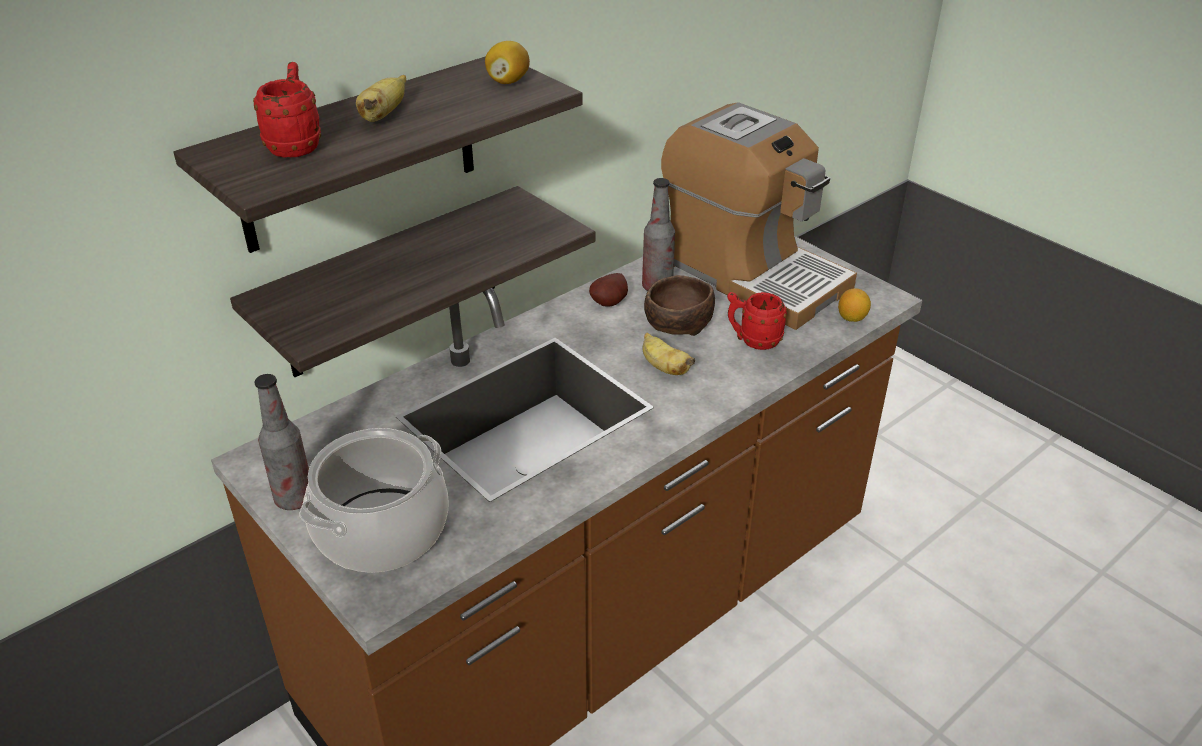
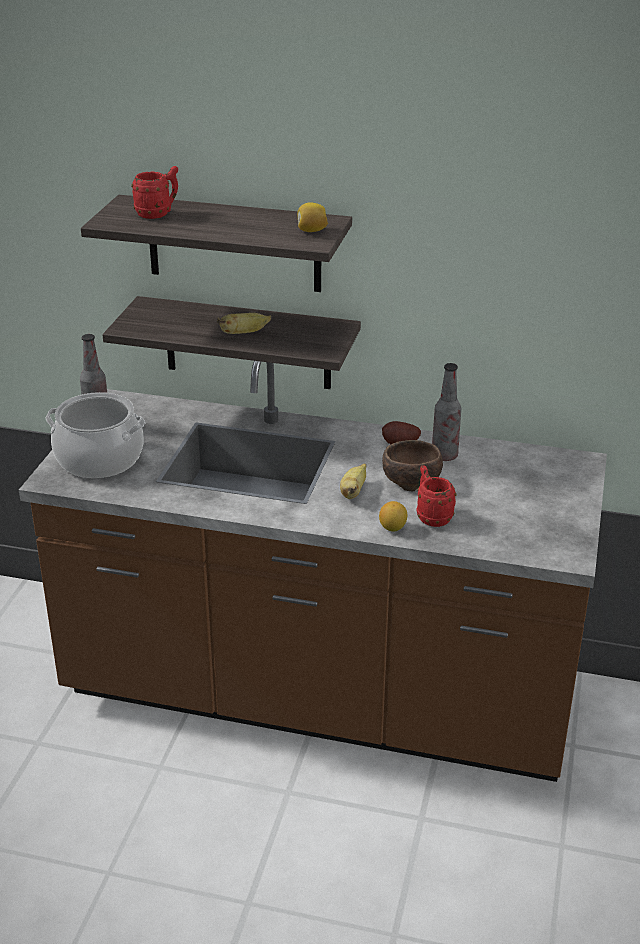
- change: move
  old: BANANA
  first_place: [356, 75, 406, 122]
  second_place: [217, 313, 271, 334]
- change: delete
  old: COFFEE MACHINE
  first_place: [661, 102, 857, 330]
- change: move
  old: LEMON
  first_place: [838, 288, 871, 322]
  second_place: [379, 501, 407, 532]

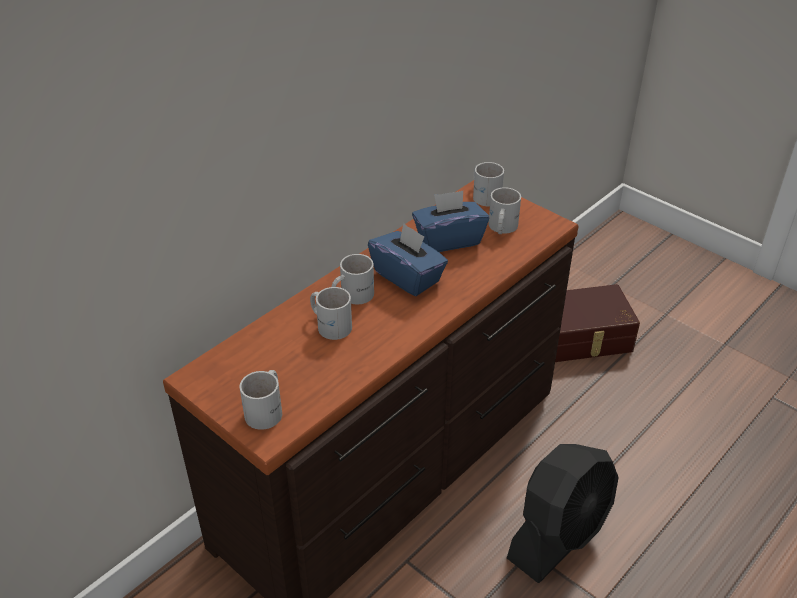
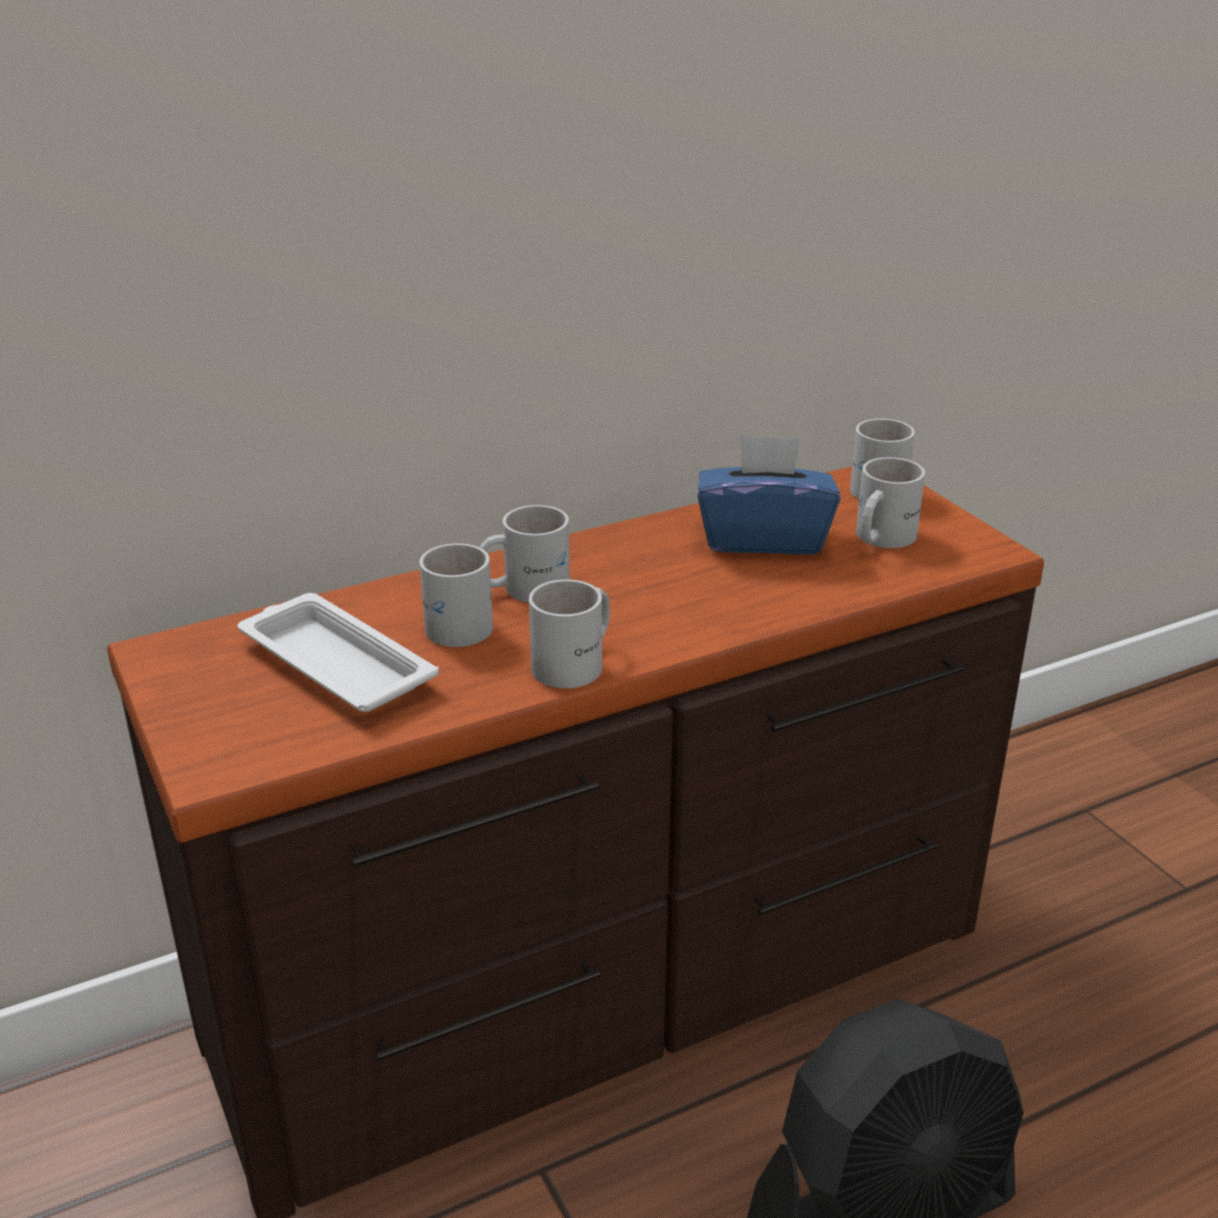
- change: delete
  old: BLUE TISSUE BOX
  first_place: [368, 223, 448, 296]
- change: delete
  old: BROWN STORAGE BOX
  first_place: [555, 284, 640, 362]
- change: move
  old: WHITE MUG
  first_place: [240, 370, 282, 430]
  second_place: [529, 579, 610, 688]
- change: insert
  new: WHITE TRAY
  second_place: [238, 593, 439, 712]

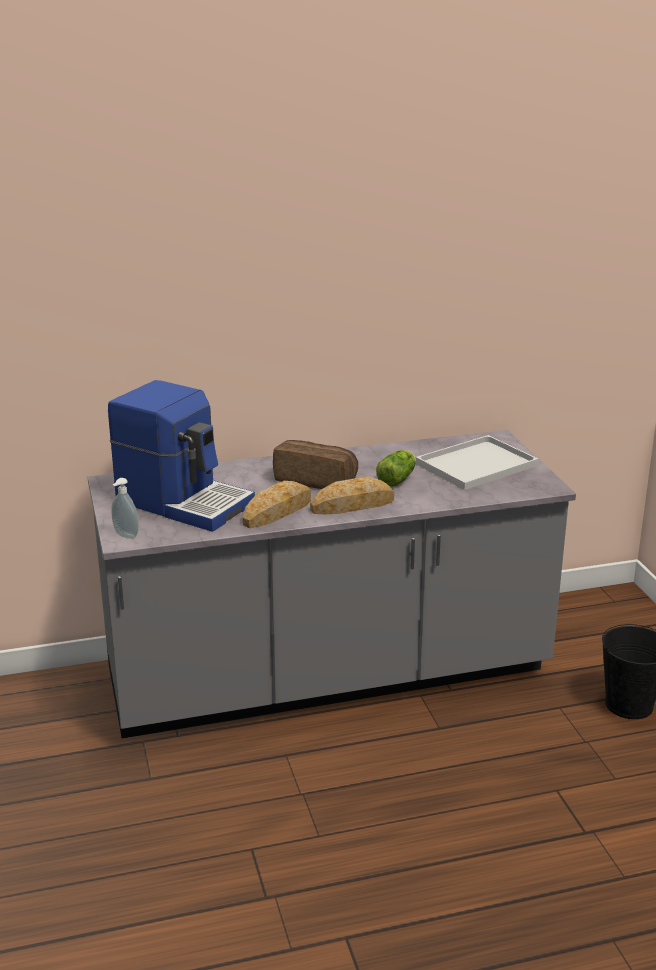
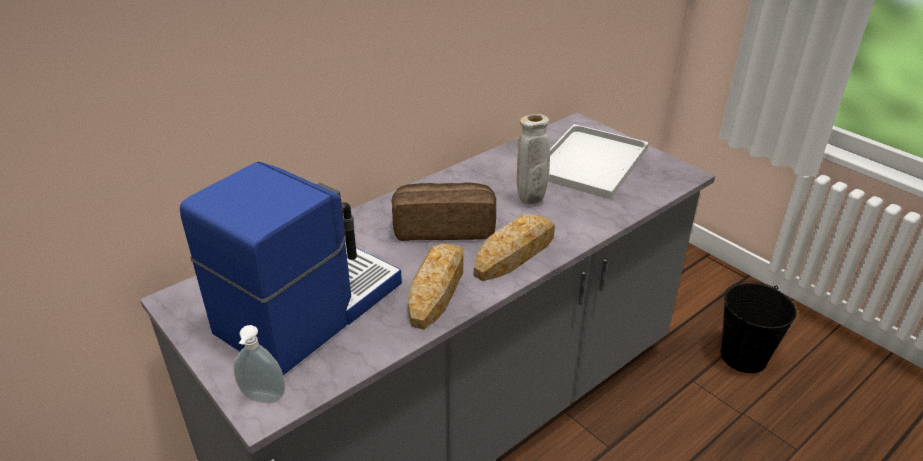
- change: rotate
  old: COFFEE MACHINE
  first_place: [108, 380, 255, 532]
  second_place: [180, 162, 402, 375]
  degrees: -60
- change: replace
  old: LETTUCE
  new: BEIGE VASE
  first_place: [376, 450, 416, 487]
  second_place: [517, 114, 550, 204]

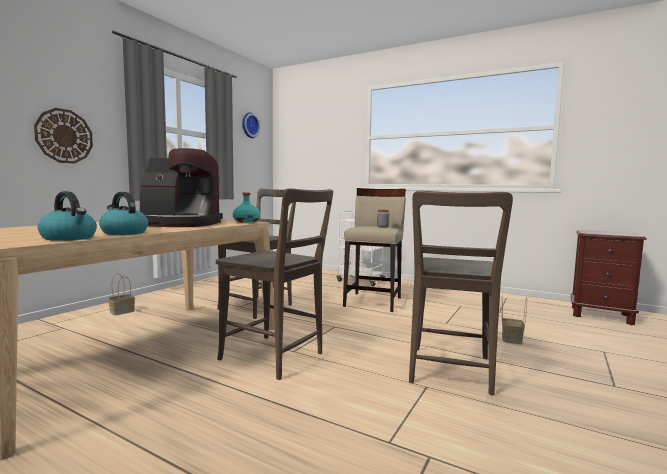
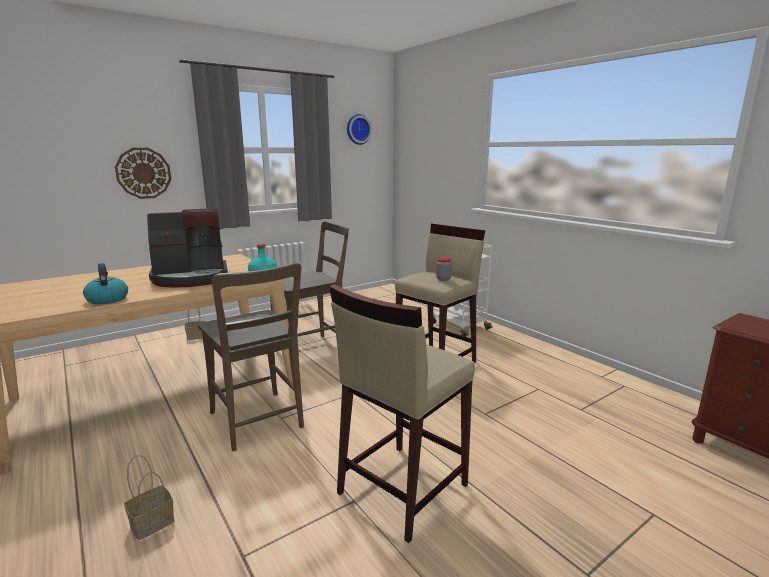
- change: rotate
  old: COFFEE MACHINE
  first_place: [140, 148, 223, 227]
  second_place: [147, 208, 228, 288]
  degrees: -45
- change: replace
  old: BROWN CHAIR
  new: BEIGE STOOL
  first_place: [409, 190, 513, 395]
  second_place: [329, 284, 475, 543]
- change: delete
  old: KETTLE
  first_place: [38, 191, 97, 241]
- change: move
  old: BASKET
  first_place: [502, 297, 527, 344]
  second_place: [124, 455, 174, 540]

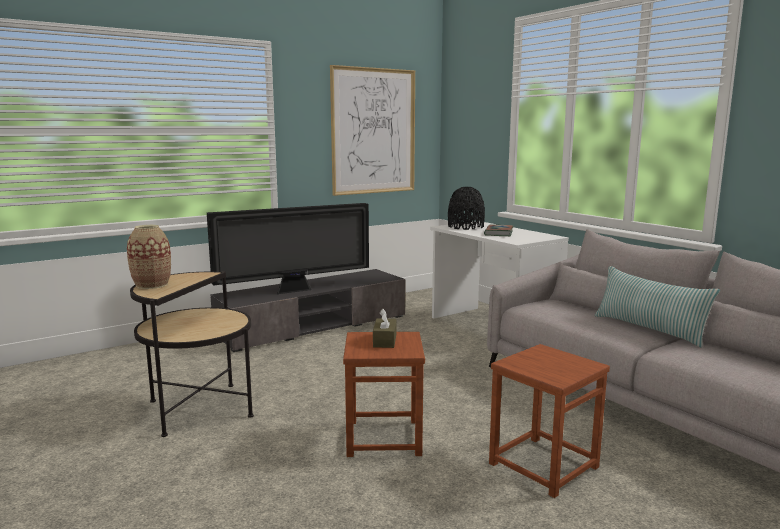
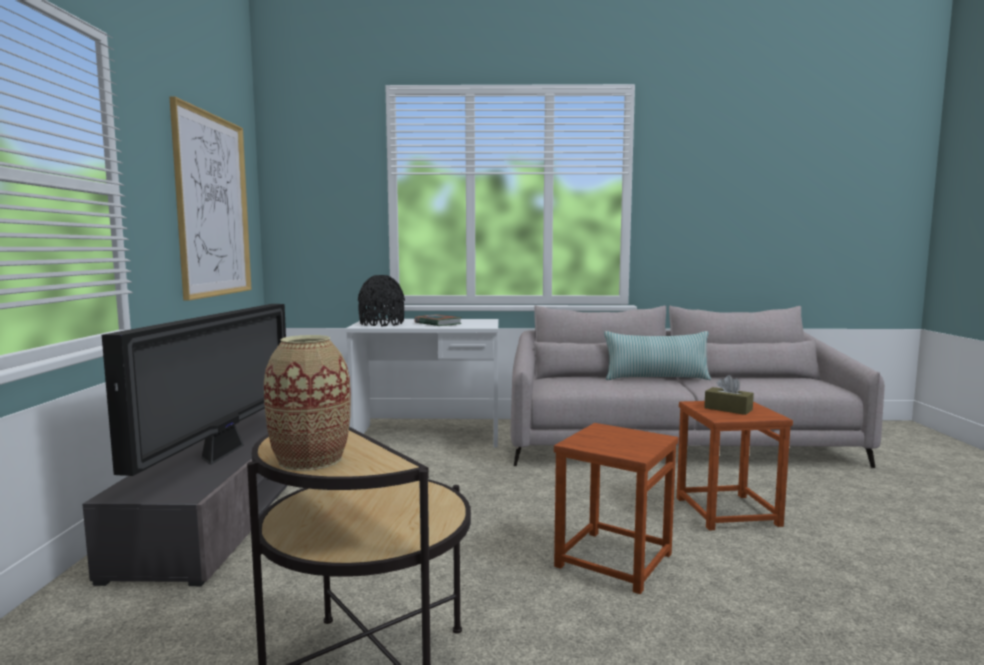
- change: move
  old: BROWN TISSUE BOX
  first_place: [373, 309, 396, 348]
  second_place: [704, 375, 754, 415]

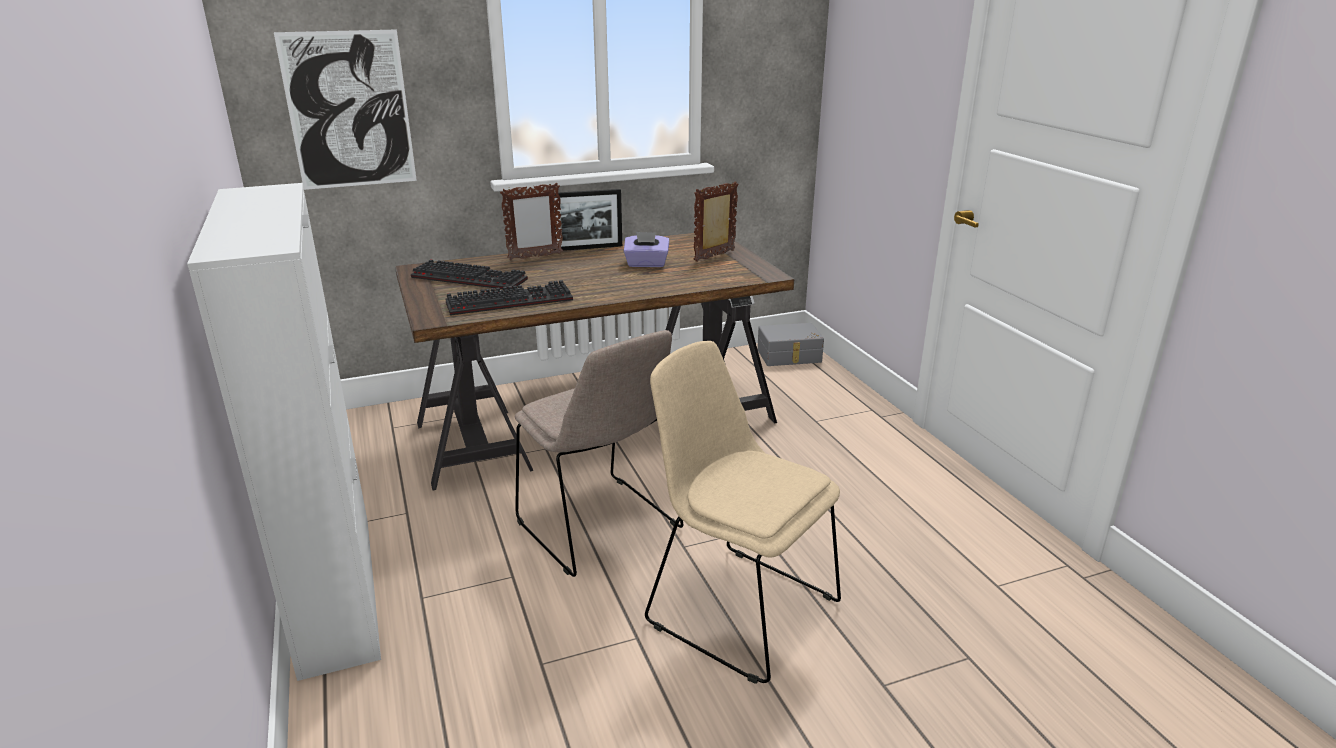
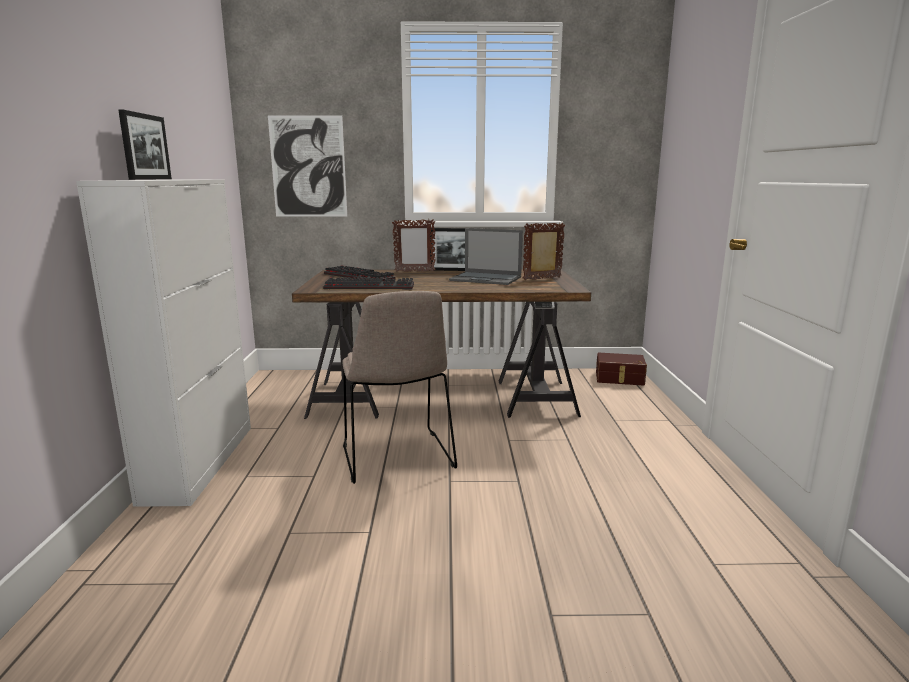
- change: replace
  old: PURPLE TISSUE BOX
  new: LAPTOP
  first_place: [624, 232, 669, 267]
  second_place: [449, 228, 523, 285]
- change: recolor
  old: GREY STORAGE BOX
  new: BROWN STORAGE BOX
  first_place: [757, 323, 824, 366]
  second_place: [596, 352, 647, 386]
- change: delete
  old: BEIGE CHAIR
  first_place: [645, 341, 841, 684]
- change: insert
  new: PICTURE FRAME
  second_place: [118, 110, 172, 180]

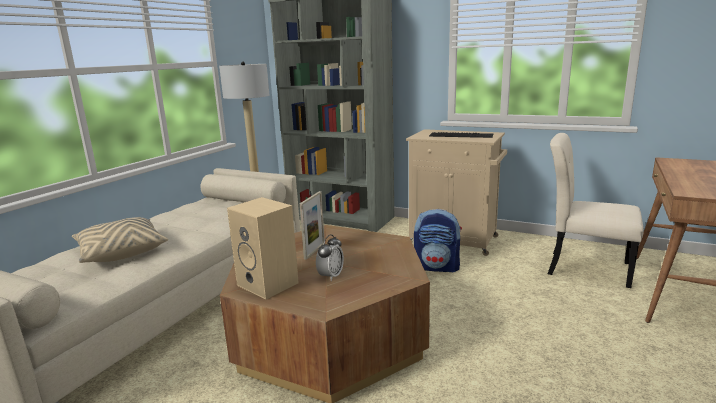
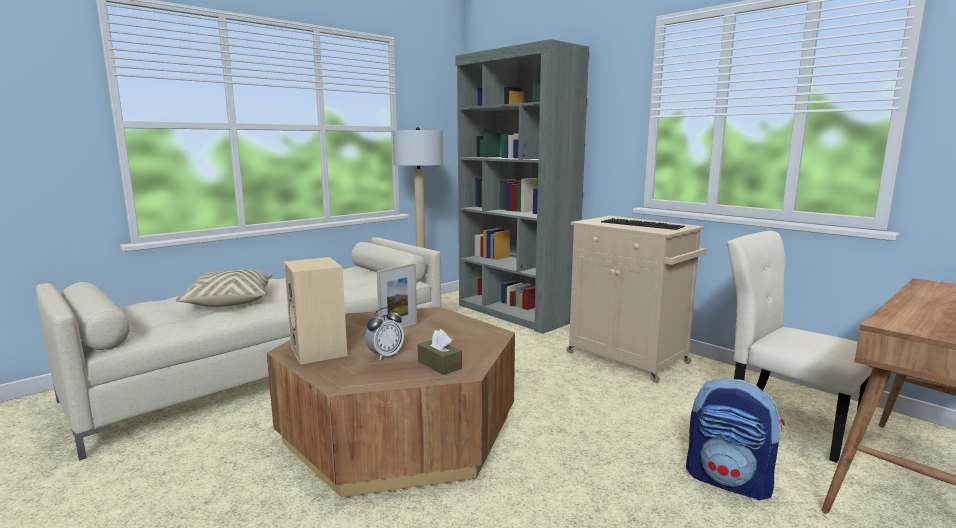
- change: move
  old: BACKPACK
  first_place: [414, 209, 462, 273]
  second_place: [686, 379, 785, 500]
- change: insert
  new: BROWN TISSUE BOX
  second_place: [418, 329, 462, 375]

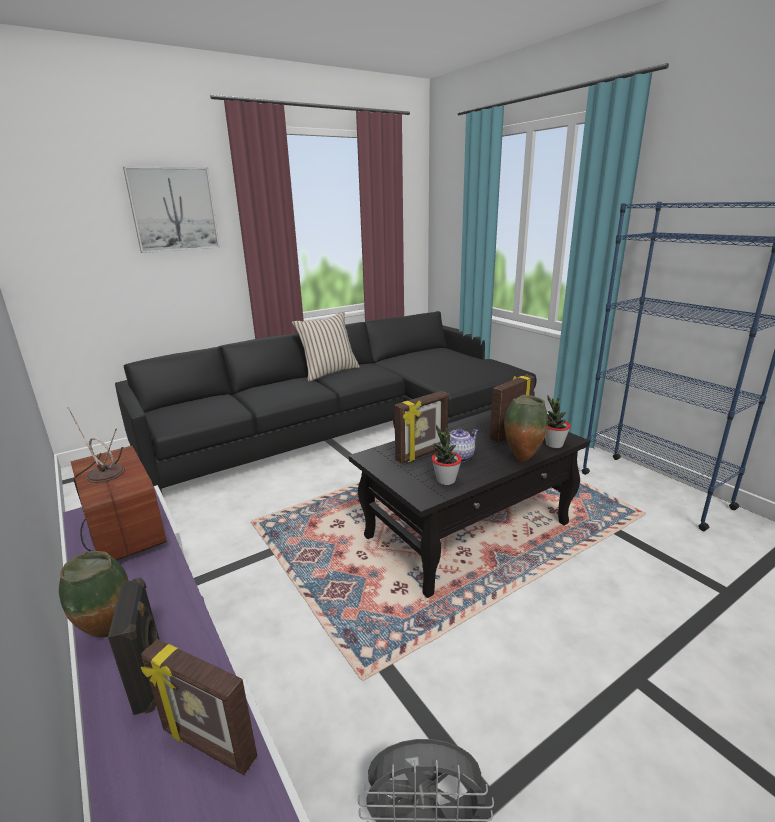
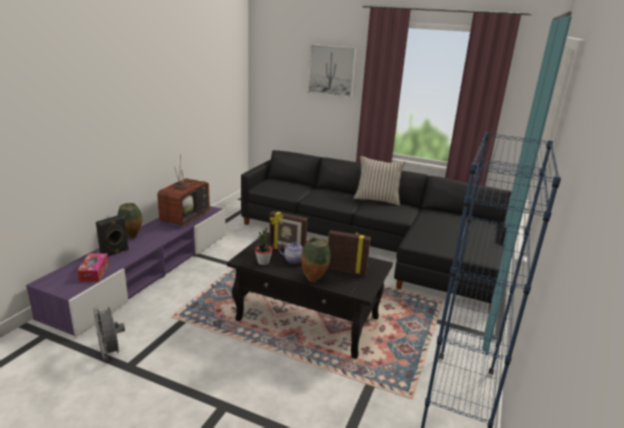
- change: delete
  old: POTTED PLANT
  first_place: [545, 396, 571, 448]
- change: replace
  old: PICTURE FRAME
  new: TISSUE BOX
  first_place: [141, 639, 257, 775]
  second_place: [77, 253, 109, 282]

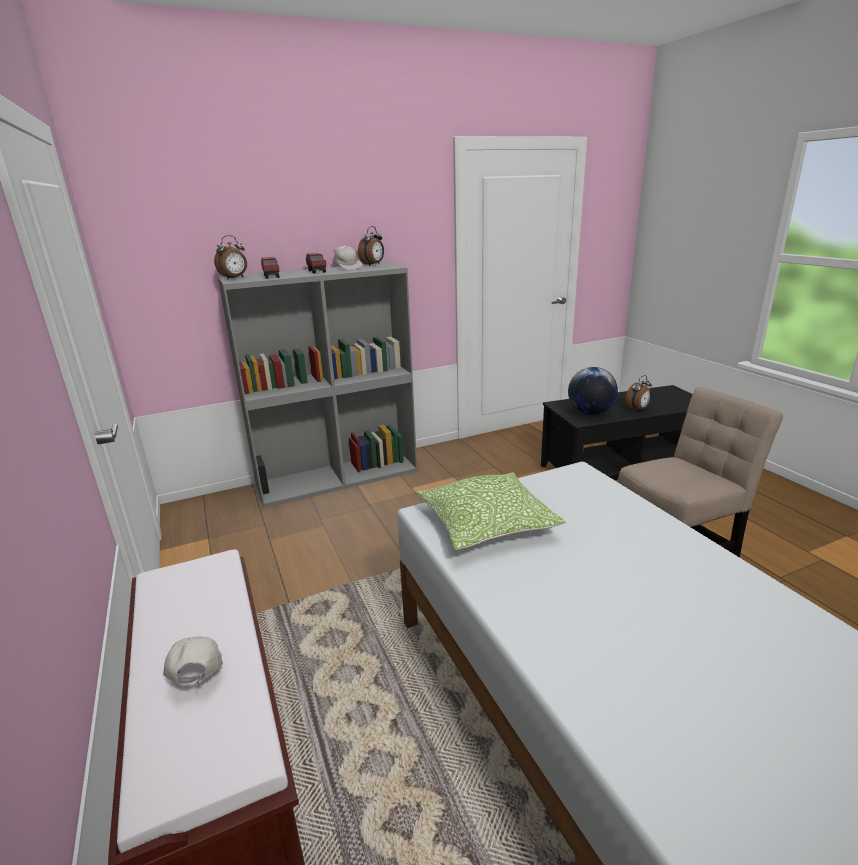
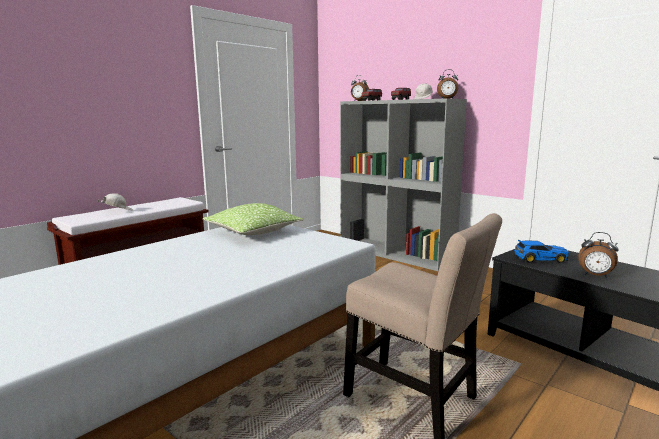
- change: replace
  old: GLOBE
  new: TOY CAR
  first_place: [568, 367, 618, 415]
  second_place: [514, 240, 569, 263]

